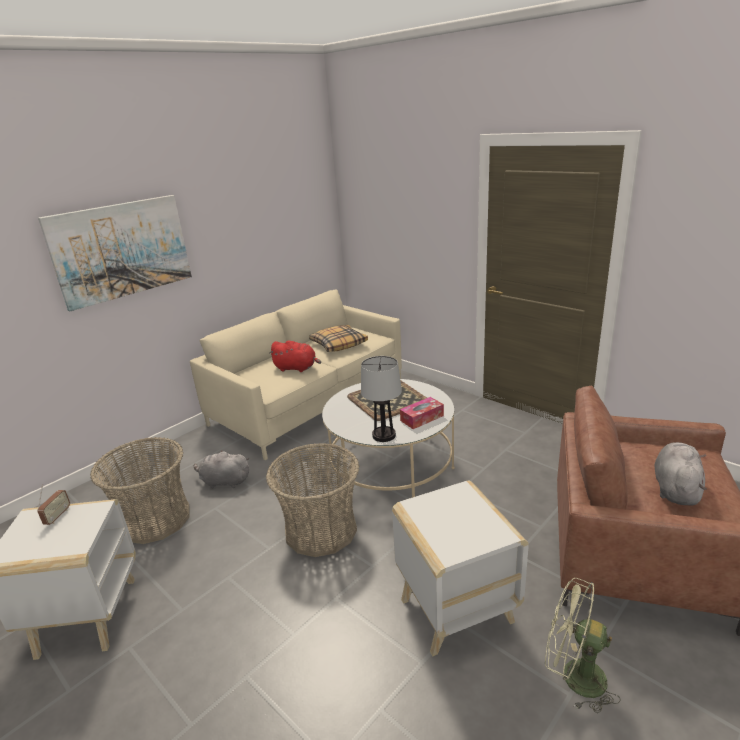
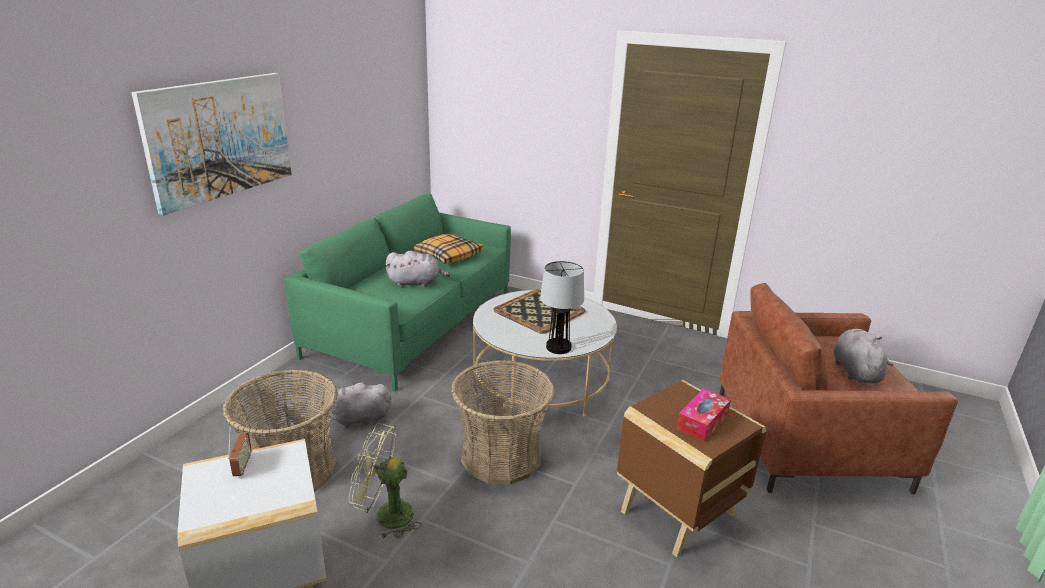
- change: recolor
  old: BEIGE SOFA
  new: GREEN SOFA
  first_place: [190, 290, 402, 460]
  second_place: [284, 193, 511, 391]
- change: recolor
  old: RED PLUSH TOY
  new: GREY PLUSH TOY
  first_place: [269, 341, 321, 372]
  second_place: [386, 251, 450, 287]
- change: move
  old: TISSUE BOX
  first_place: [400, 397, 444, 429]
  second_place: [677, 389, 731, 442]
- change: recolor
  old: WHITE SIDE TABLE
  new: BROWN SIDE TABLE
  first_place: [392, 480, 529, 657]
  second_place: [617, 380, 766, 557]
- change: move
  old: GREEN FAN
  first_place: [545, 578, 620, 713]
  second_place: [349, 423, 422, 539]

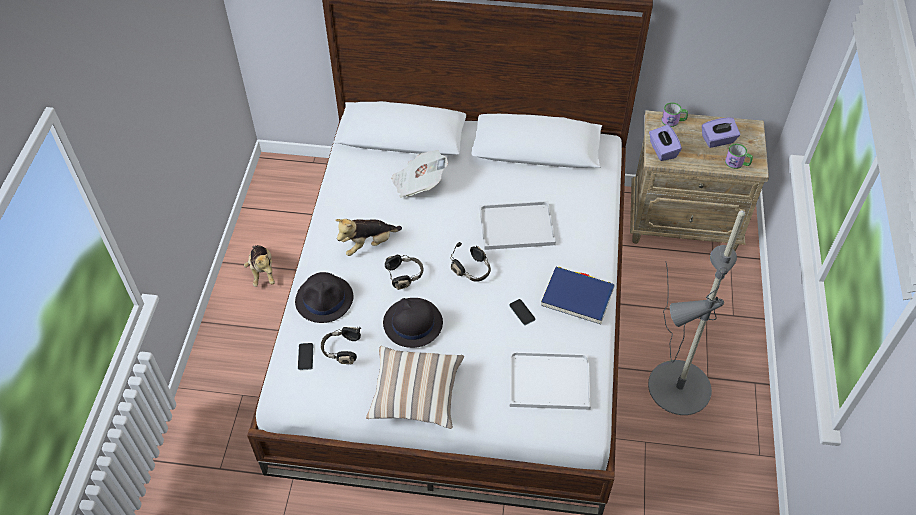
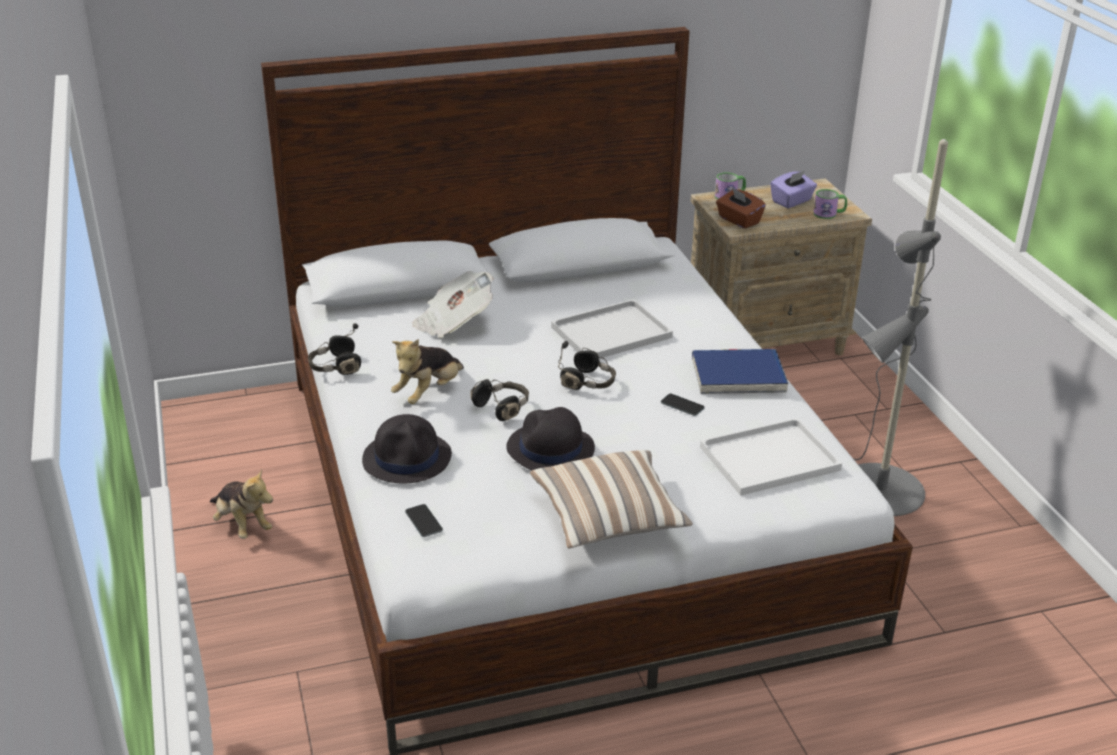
- change: recolor
  old: PURPLE TISSUE BOX
  new: BROWN TISSUE BOX
  first_place: [649, 125, 682, 161]
  second_place: [716, 187, 766, 229]
- change: move
  old: BLACK HEADPHONES
  first_place: [321, 327, 361, 364]
  second_place: [308, 323, 361, 375]

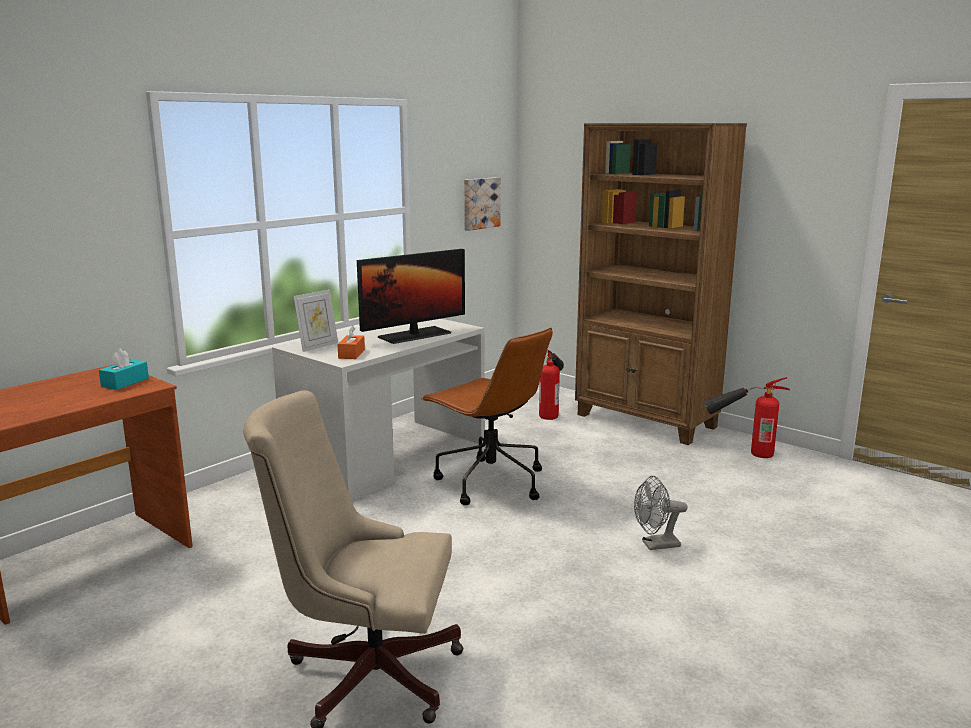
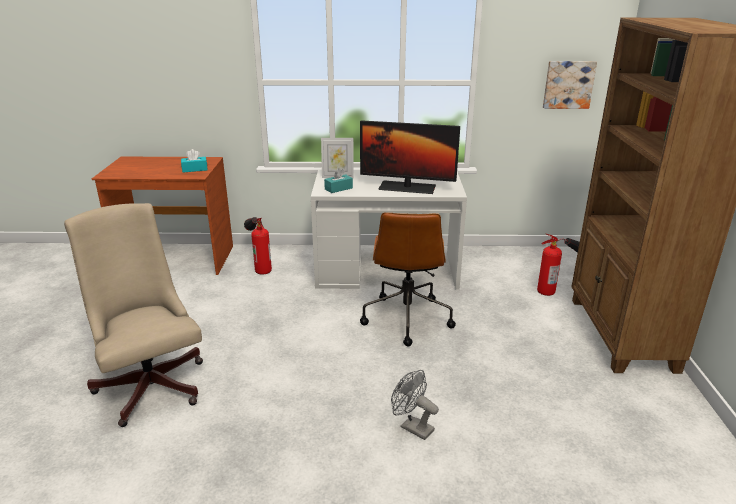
- change: recolor
  old: ORANGE TISSUE BOX
  new: TURQUOISE TISSUE BOX
  first_place: [337, 326, 365, 359]
  second_place: [324, 168, 353, 193]
- change: move
  old: FIRE EXTINGUISHER
  first_place: [704, 377, 790, 458]
  second_place: [244, 217, 272, 274]

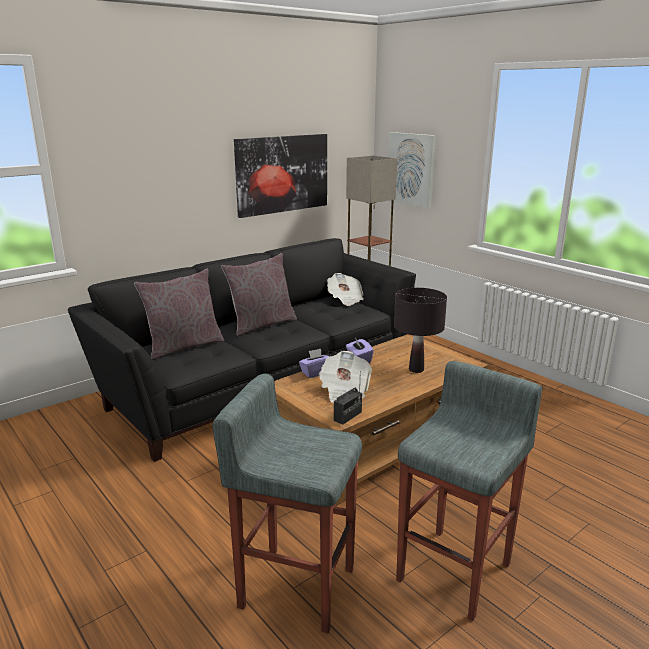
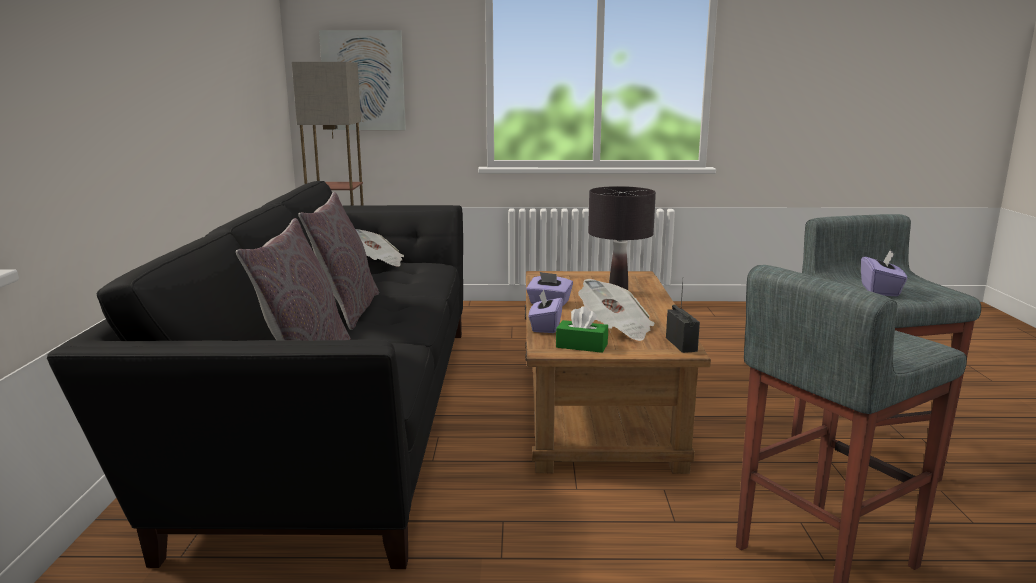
- change: delete
  old: PICTURE
  first_place: [234, 134, 327, 218]
- change: insert
  new: PURPLE TISSUE BOX
  second_place: [861, 249, 908, 296]
- change: insert
  new: GREEN TISSUE BOX
  second_place: [556, 306, 608, 353]

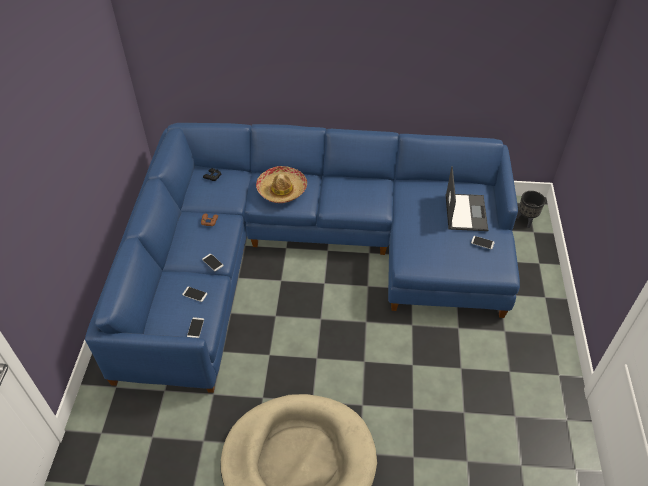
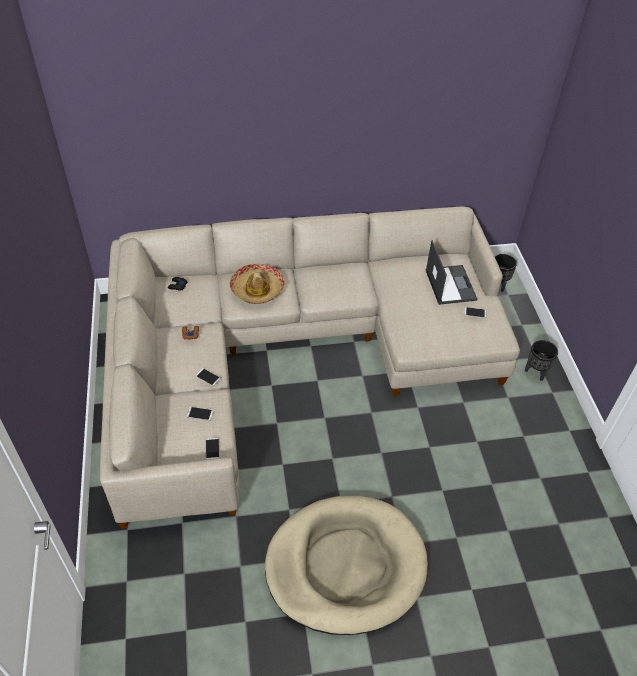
- change: recolor
  old: BLUE SOFA
  new: BEIGE SOFA
  first_place: [85, 123, 520, 393]
  second_place: [100, 207, 520, 529]
- change: insert
  new: BLACK PLANTER
  second_place: [525, 340, 558, 381]

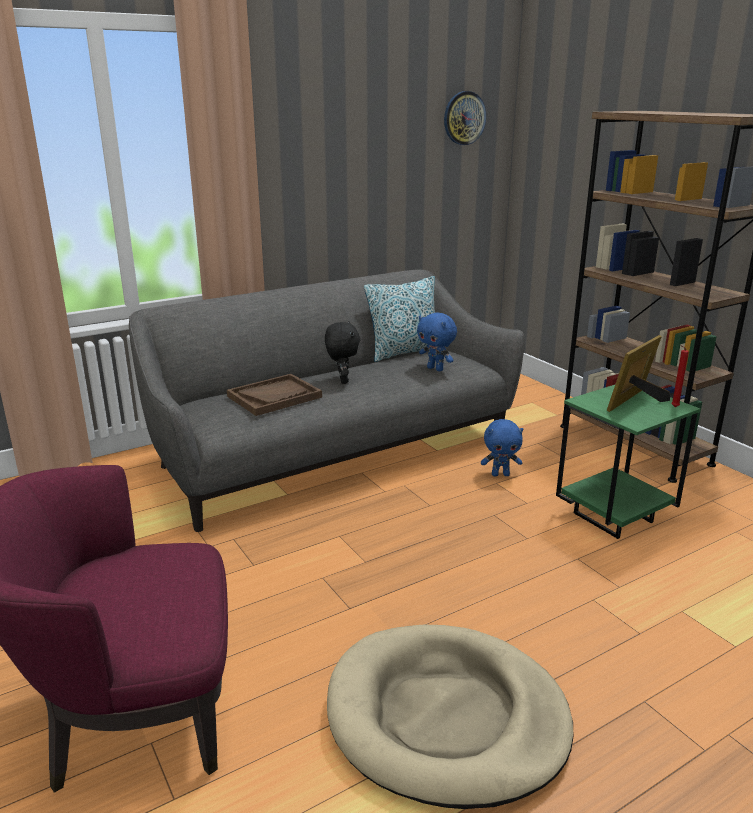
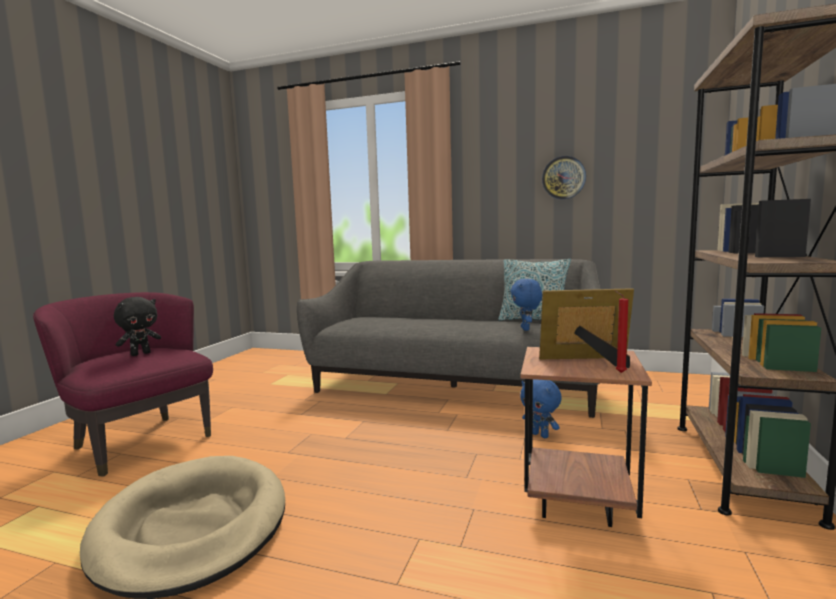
- change: move
  old: WALL CLOCK
  first_place: [444, 91, 486, 145]
  second_place: [542, 156, 586, 199]
- change: move
  old: BLACK PLUSH TOY
  first_place: [325, 322, 360, 384]
  second_place: [114, 297, 161, 356]
- change: delete
  old: BROWN TRAY
  first_place: [227, 374, 322, 416]
- change: recolor
  old: GREEN SIDE TABLE
  new: BROWN SIDE TABLE
  first_place: [556, 385, 700, 539]
  second_place: [520, 347, 652, 527]

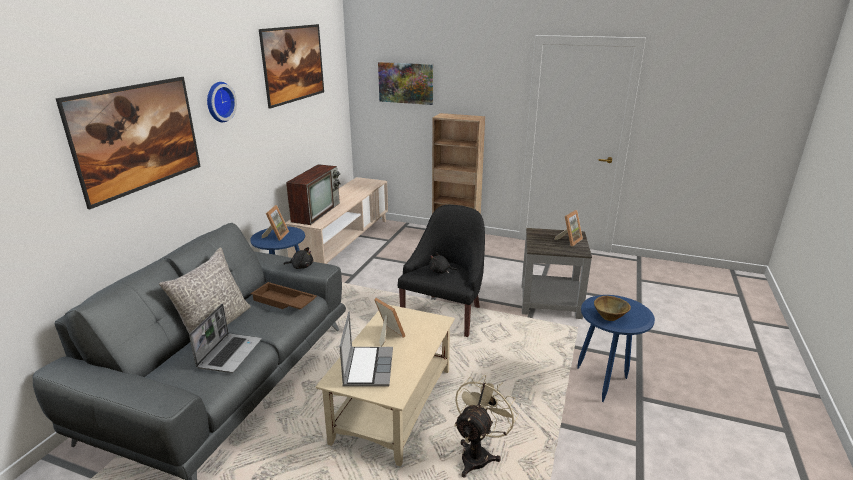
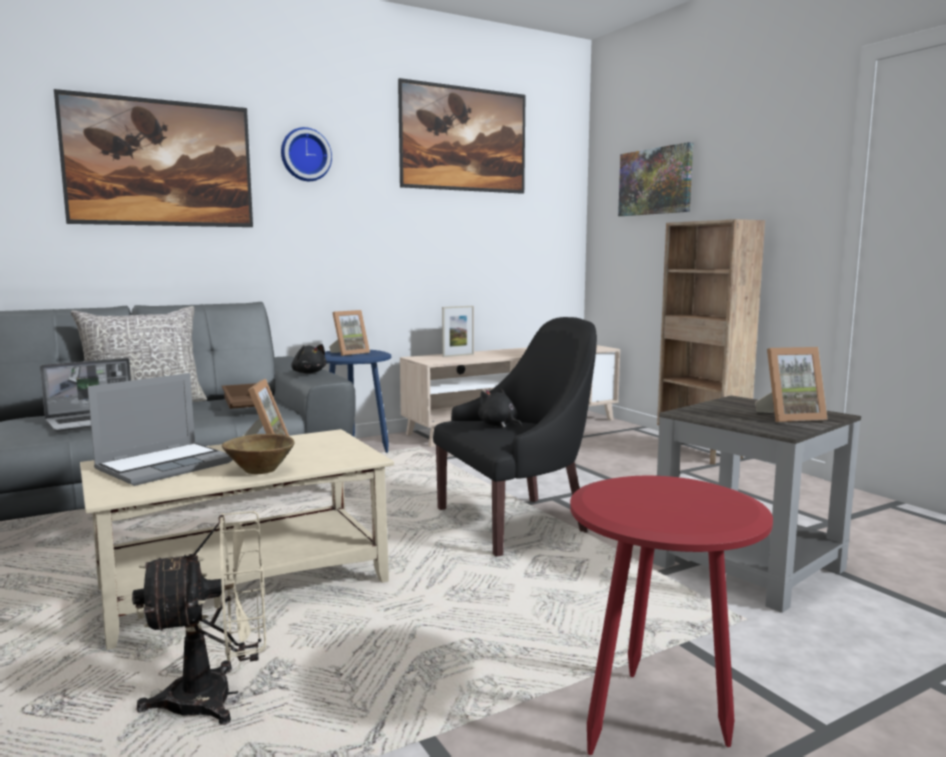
- change: replace
  old: TELEVISION
  new: PICTURE FRAME
  first_place: [286, 164, 341, 225]
  second_place: [442, 306, 474, 357]
- change: recolor
  old: BLUE SIDE TABLE
  new: RED SIDE TABLE
  first_place: [577, 295, 655, 402]
  second_place: [570, 476, 773, 755]
- change: move
  old: BROWN BOWL
  first_place: [594, 296, 631, 321]
  second_place: [222, 434, 295, 474]

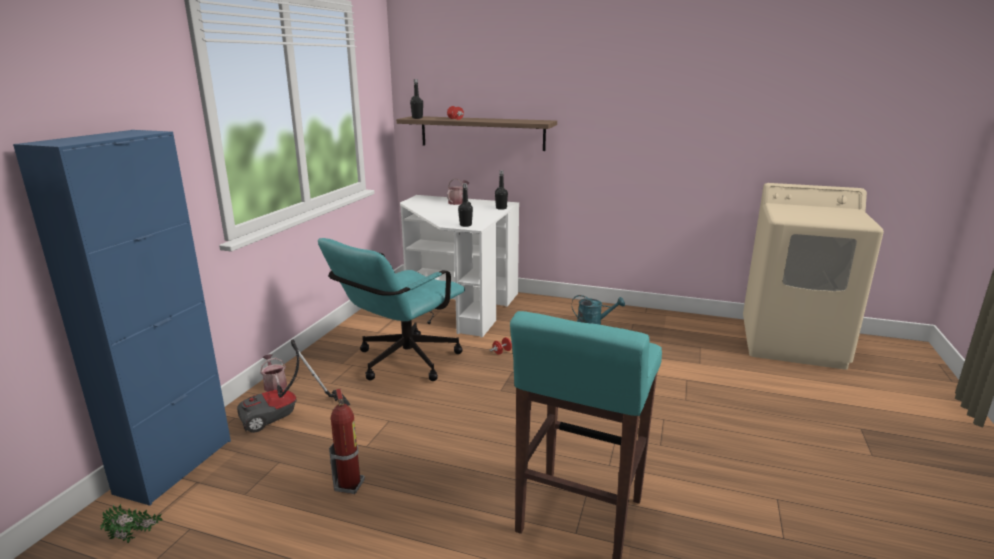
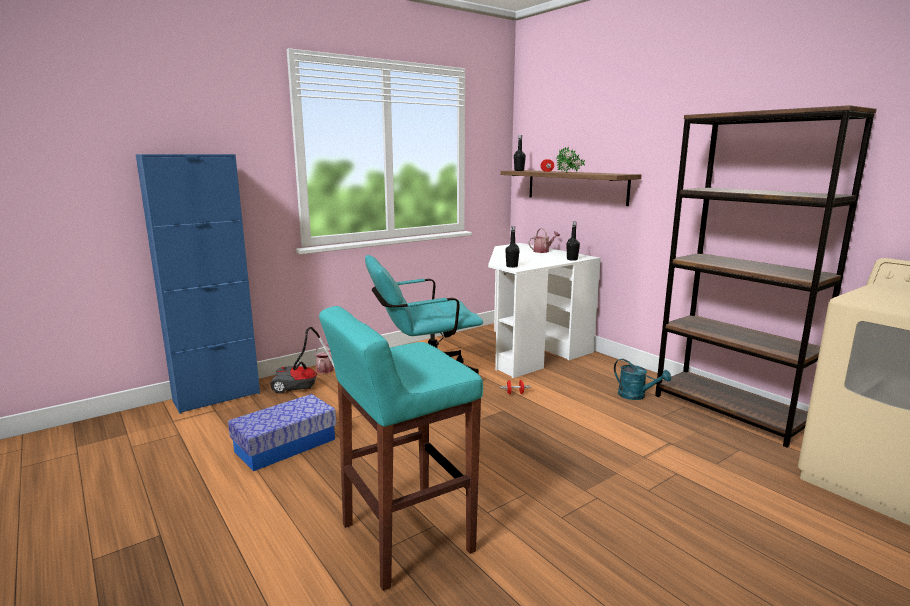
- change: replace
  old: FIRE EXTINGUISHER
  new: STORAGE BOX
  first_place: [329, 388, 365, 494]
  second_place: [228, 394, 336, 471]
- change: move
  old: POTTED PLANT
  first_place: [100, 504, 163, 543]
  second_place: [557, 147, 585, 172]
- change: insert
  new: BROWN BOOKCASE
  second_place: [655, 105, 877, 448]

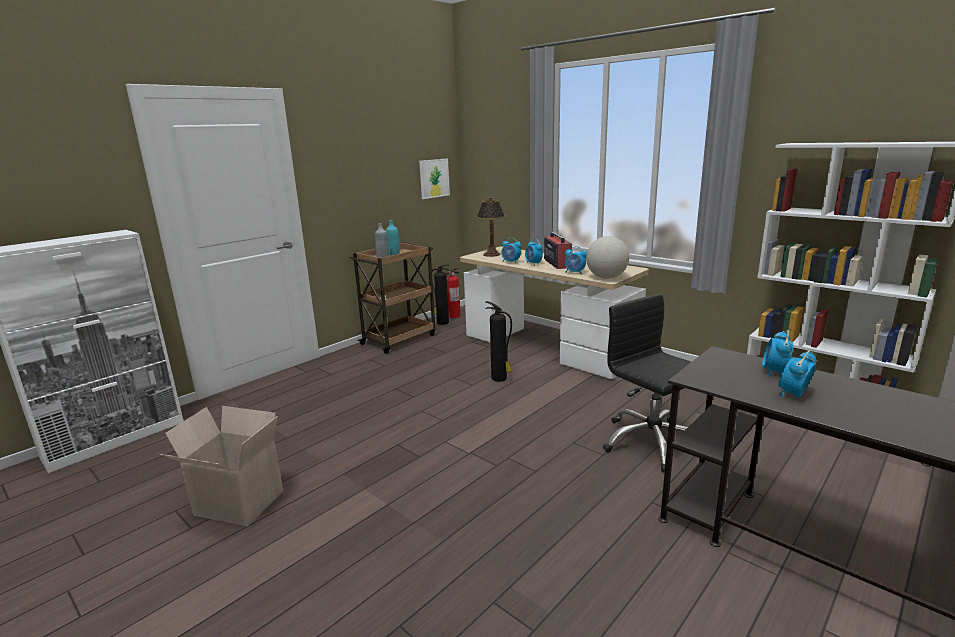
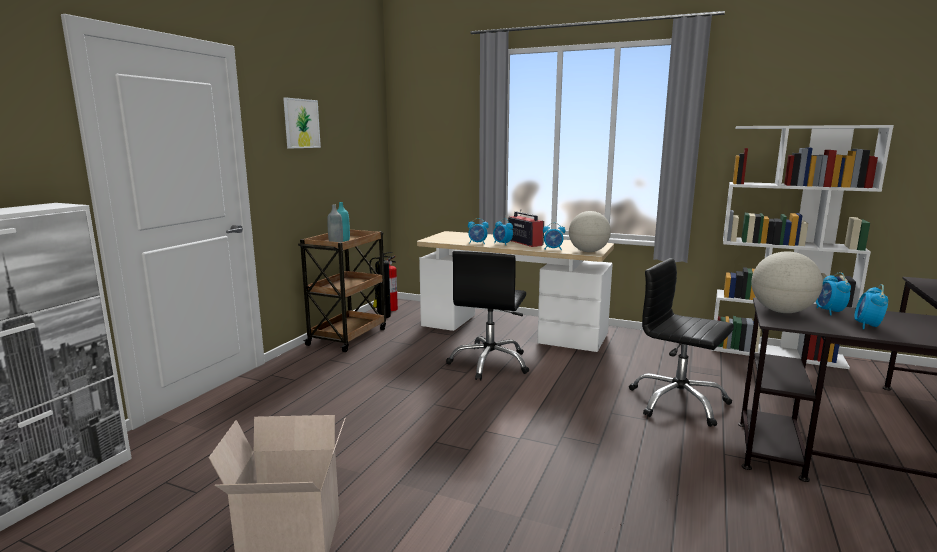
- change: move
  old: PICTURE
  first_place: [419, 159, 450, 199]
  second_place: [283, 97, 321, 149]
- change: delete
  old: TABLE LAMP
  first_place: [476, 197, 506, 257]
- change: replace
  old: FIRE EXTINGUISHER
  new: BLACK OFFICE CHAIR
  first_place: [485, 301, 512, 382]
  second_place: [446, 251, 529, 381]
- change: insert
  new: GLOBE
  second_place: [752, 251, 823, 313]

